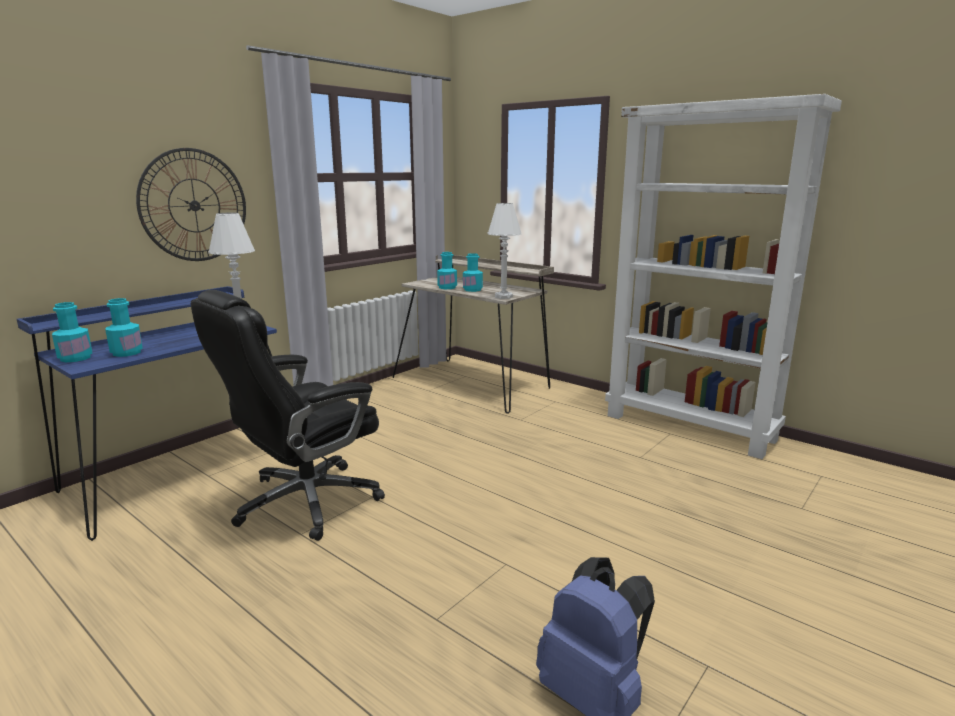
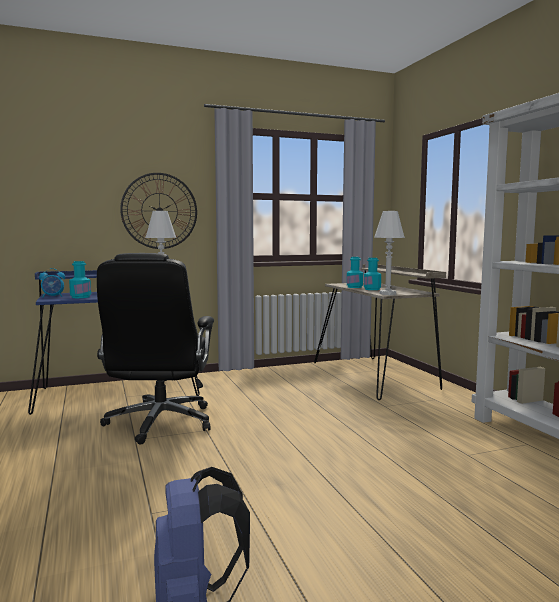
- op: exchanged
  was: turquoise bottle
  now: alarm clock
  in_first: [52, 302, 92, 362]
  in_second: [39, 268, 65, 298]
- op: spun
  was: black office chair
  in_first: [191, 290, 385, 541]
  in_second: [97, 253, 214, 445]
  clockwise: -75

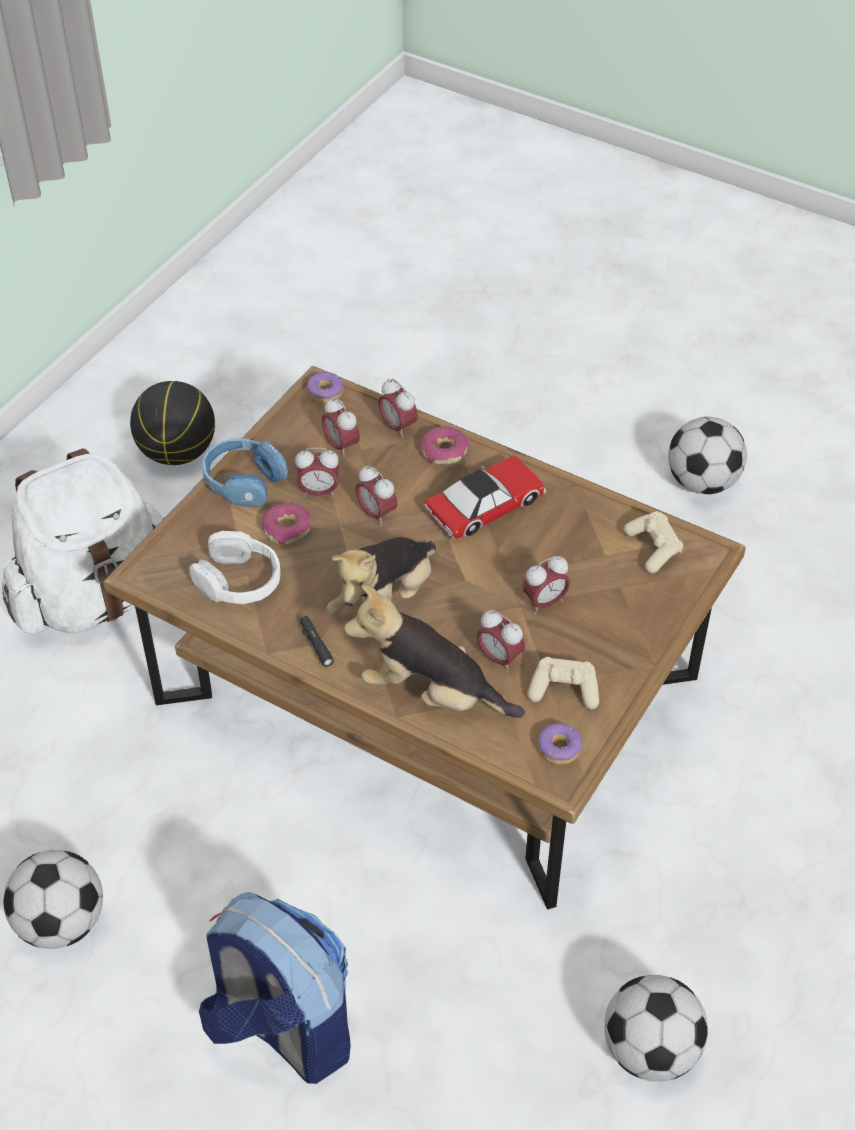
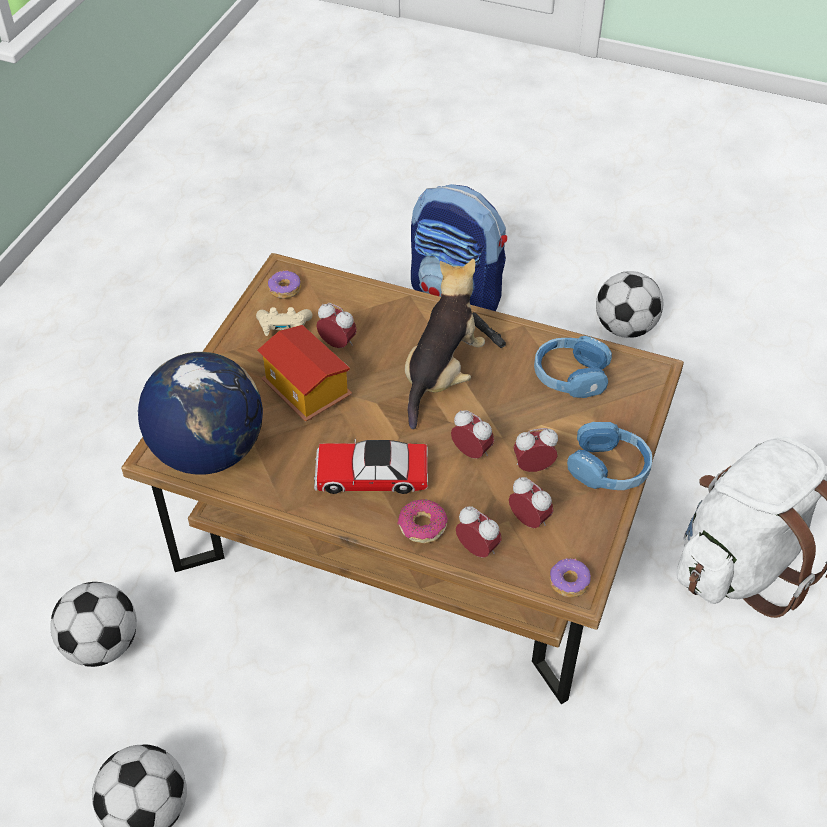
- op: missing
  was: basketball
  in_first: [130, 381, 215, 465]
- op: missing
  was: donut
  in_first: [262, 503, 312, 545]
- op: missing
  was: plush toy
  in_first: [344, 585, 525, 718]
- op: relocated
  was: football
  in_first: [604, 975, 708, 1082]
  in_second: [50, 582, 137, 667]
- op: exchanged
  was: alarm clock
  now: toy house
  in_first: [522, 556, 570, 614]
  in_second: [257, 325, 352, 422]
- op: exchanged
  was: beige game controller
  now: globe
  in_first: [624, 512, 683, 573]
  in_second: [138, 352, 263, 475]
- op: colour
  was: white headphones
  now: blue headphones
  in_first: [189, 531, 280, 604]
  in_second: [534, 336, 612, 398]
- op: spun
  was: toy car
  in_first: [423, 455, 546, 539]
  in_second: [314, 439, 428, 494]
  clockwise: 45

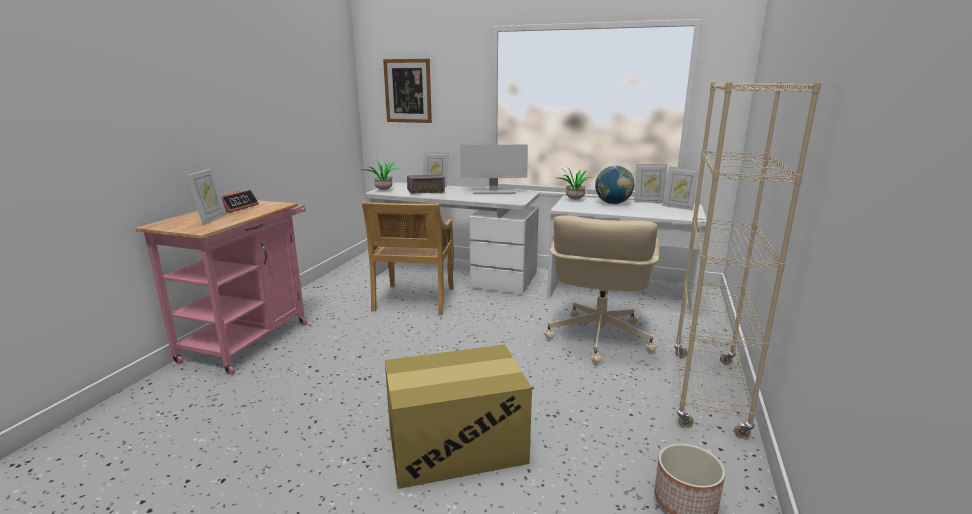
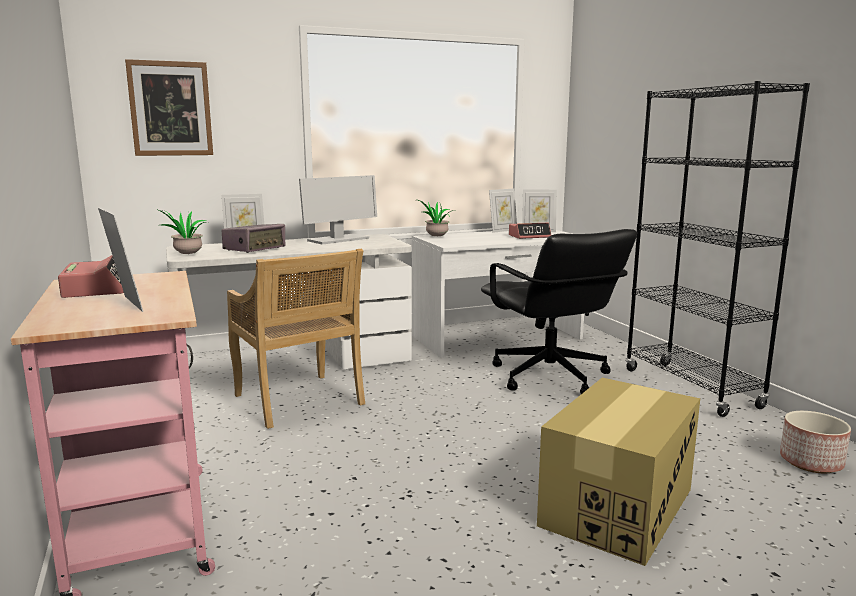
- op: missing
  was: globe
  in_first: [595, 166, 634, 204]
- op: appeared
  now: alarm clock
  in_second: [509, 223, 551, 239]
- op: colour
  was: beige office chair
  now: black office chair
  in_first: [545, 215, 660, 364]
  in_second: [481, 229, 637, 394]
- op: colour
  was: beige bookcase
  now: black bookcase
  in_first: [674, 82, 821, 438]
  in_second: [625, 81, 810, 417]

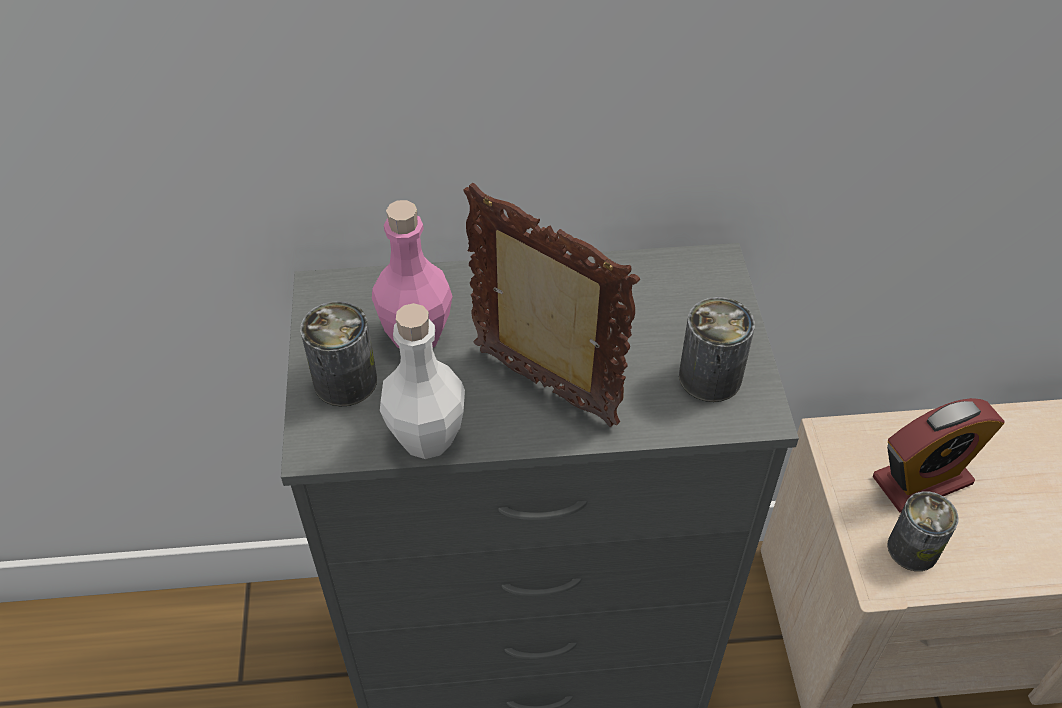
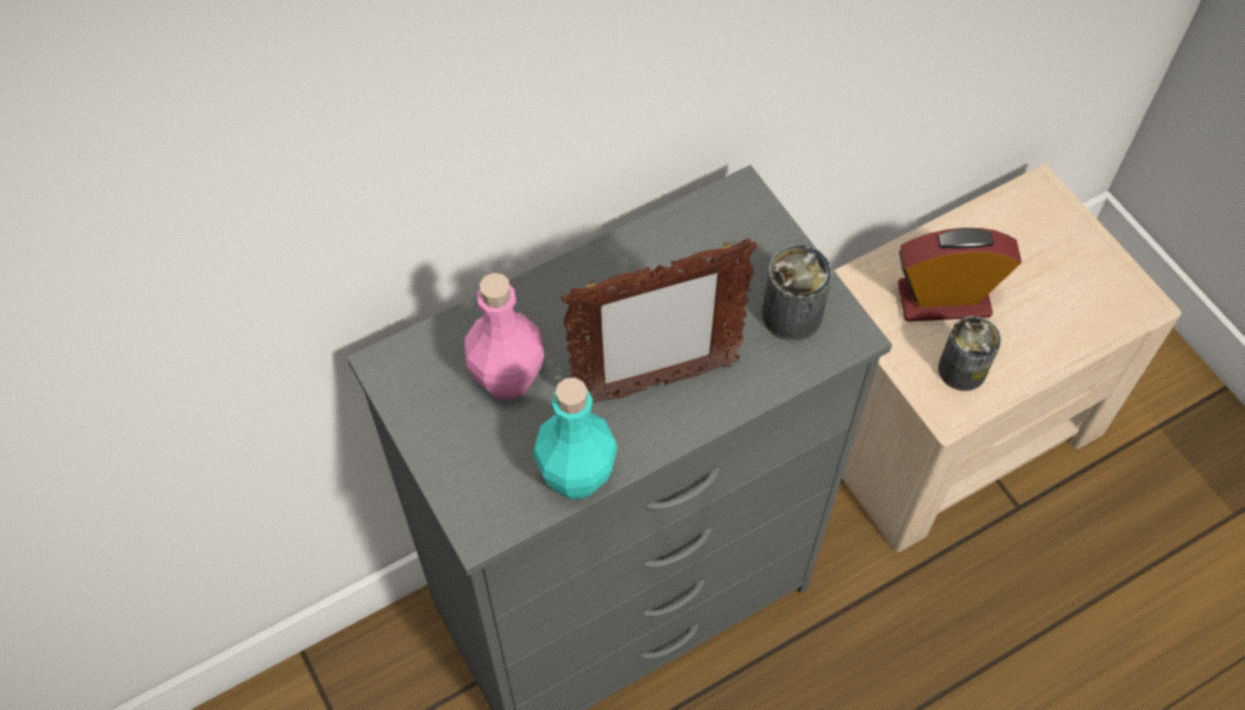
- op: missing
  was: can
  in_first: [300, 301, 377, 407]
- op: colour
  was: white bottle
  now: turquoise bottle
  in_first: [380, 303, 465, 459]
  in_second: [533, 378, 618, 500]
- op: spun
  was: picture frame
  in_first: [463, 183, 640, 427]
  in_second: [561, 238, 757, 403]
  clockwise: 150
- op: spun
  was: alarm clock
  in_first: [873, 398, 1005, 513]
  in_second: [898, 228, 1022, 322]
  clockwise: -135

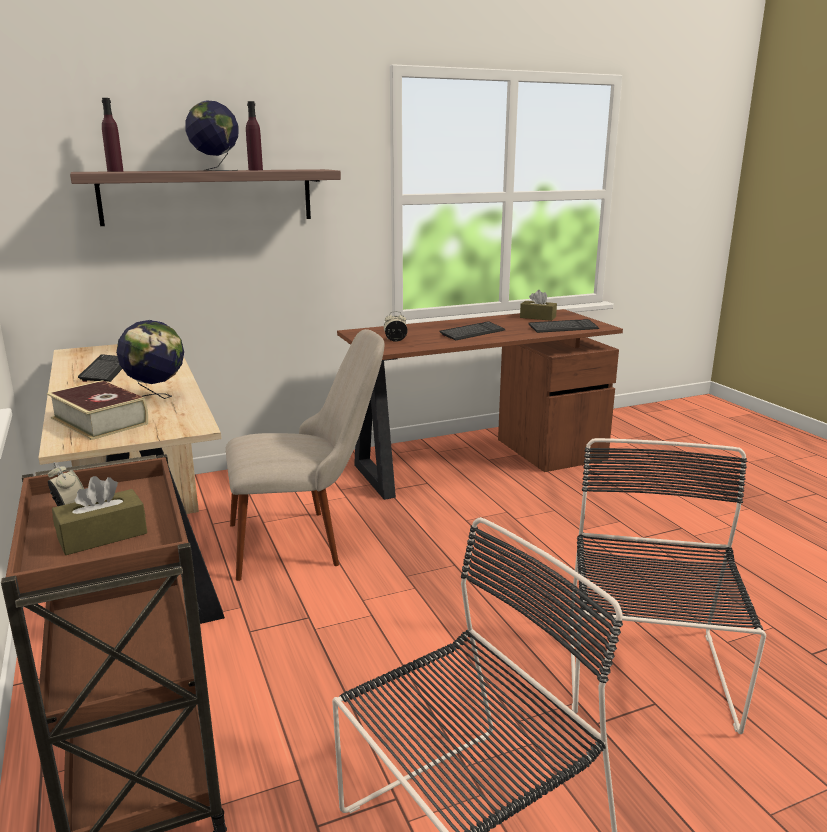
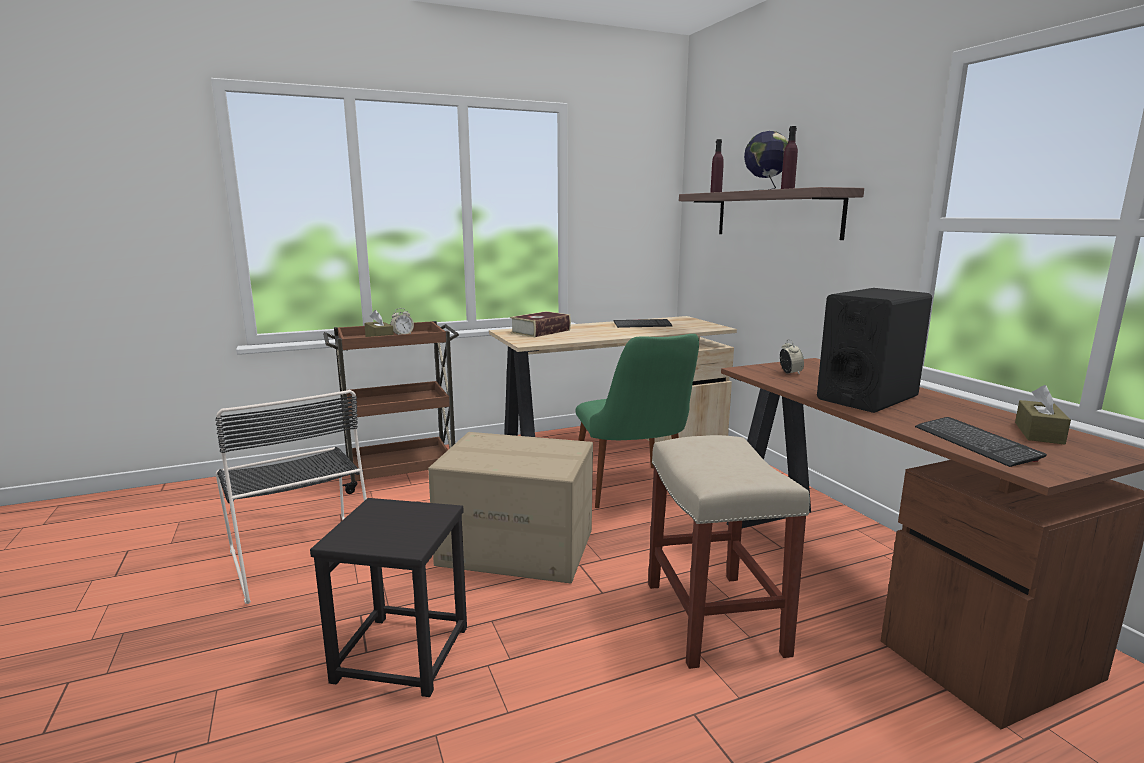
- op: missing
  was: globe
  in_first: [116, 320, 184, 399]
- op: appeared
  now: cardboard box
  in_second: [428, 432, 593, 583]
- op: appeared
  now: beige stool
  in_second: [648, 435, 810, 669]
- op: exchanged
  was: keyboard
  now: black speaker
  in_first: [439, 321, 505, 340]
  in_second: [817, 288, 932, 413]
- op: exchanged
  was: black chair
  now: black stool
  in_first: [569, 438, 766, 734]
  in_second: [310, 498, 467, 697]
- op: colour
  was: beige chair
  now: green chair
  in_first: [226, 329, 384, 581]
  in_second: [575, 334, 699, 508]

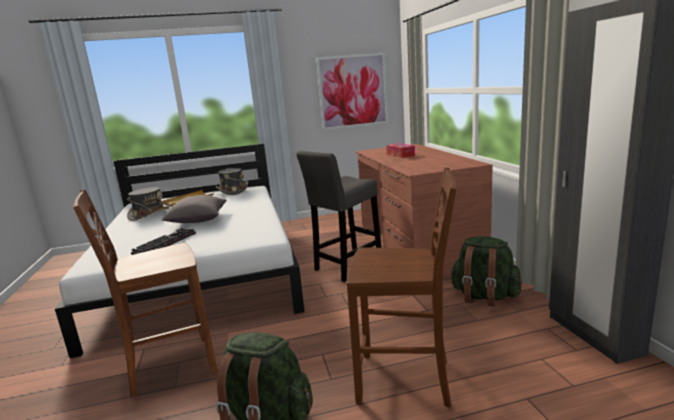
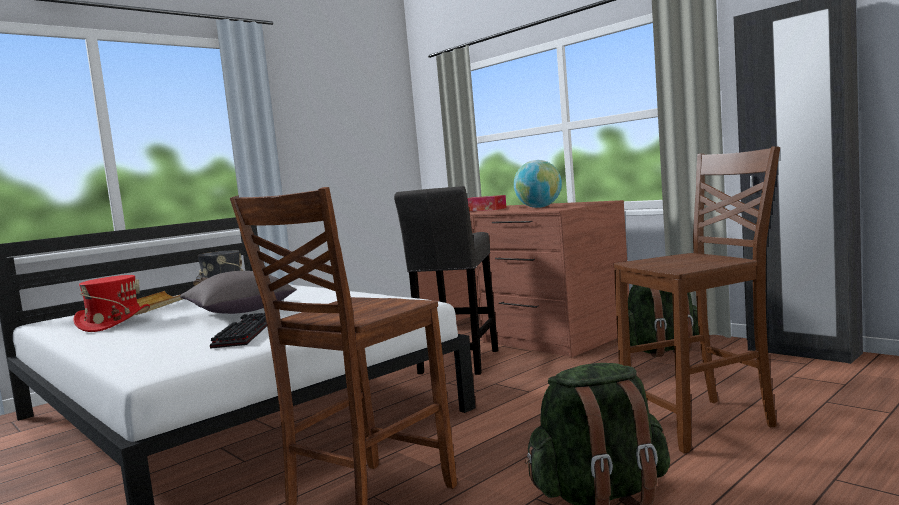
- op: missing
  was: picture
  in_first: [316, 53, 388, 131]
- op: appeared
  now: globe
  in_second: [514, 160, 562, 208]
- op: colour
  was: grey hat
  now: red hat
  in_first: [127, 187, 170, 221]
  in_second: [74, 275, 150, 332]

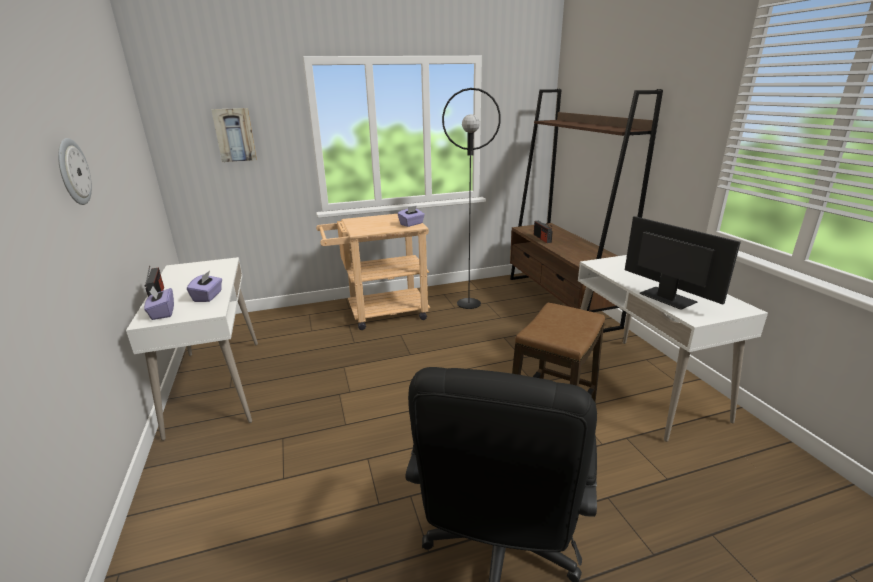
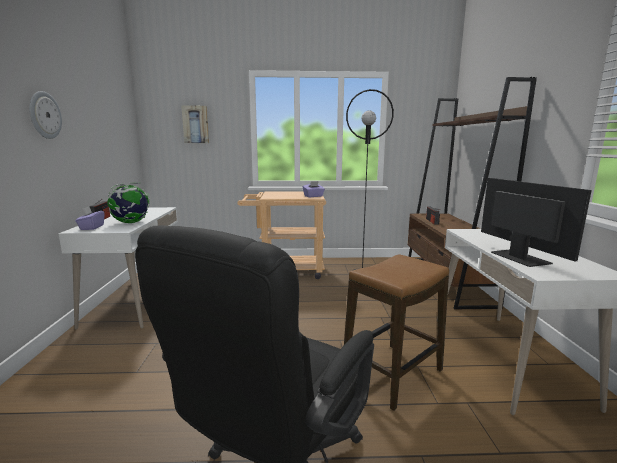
- op: exchanged
  was: purple tissue box
  now: globe
  in_first: [187, 271, 222, 302]
  in_second: [107, 182, 150, 223]

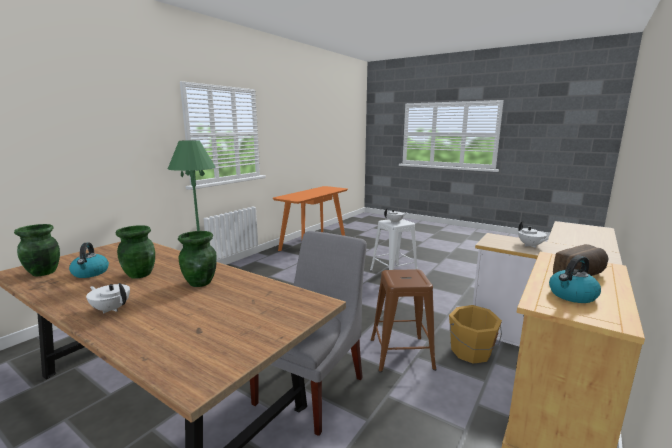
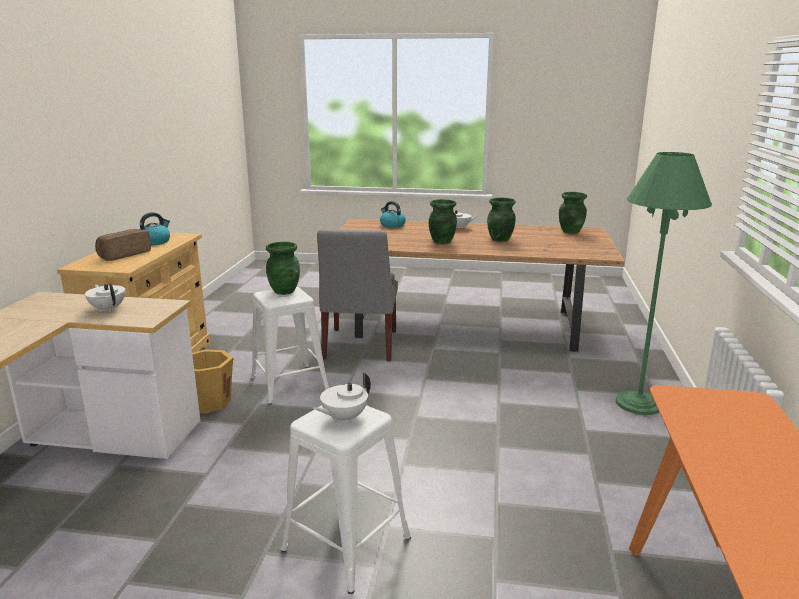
- op: appeared
  now: green vase
  in_second: [266, 242, 300, 295]
- op: relocated
  was: kettle
  in_first: [69, 242, 109, 278]
  in_second: [380, 201, 406, 228]
- op: colour
  was: brown stool
  now: white stool
  in_first: [371, 269, 437, 373]
  in_second: [251, 287, 329, 405]

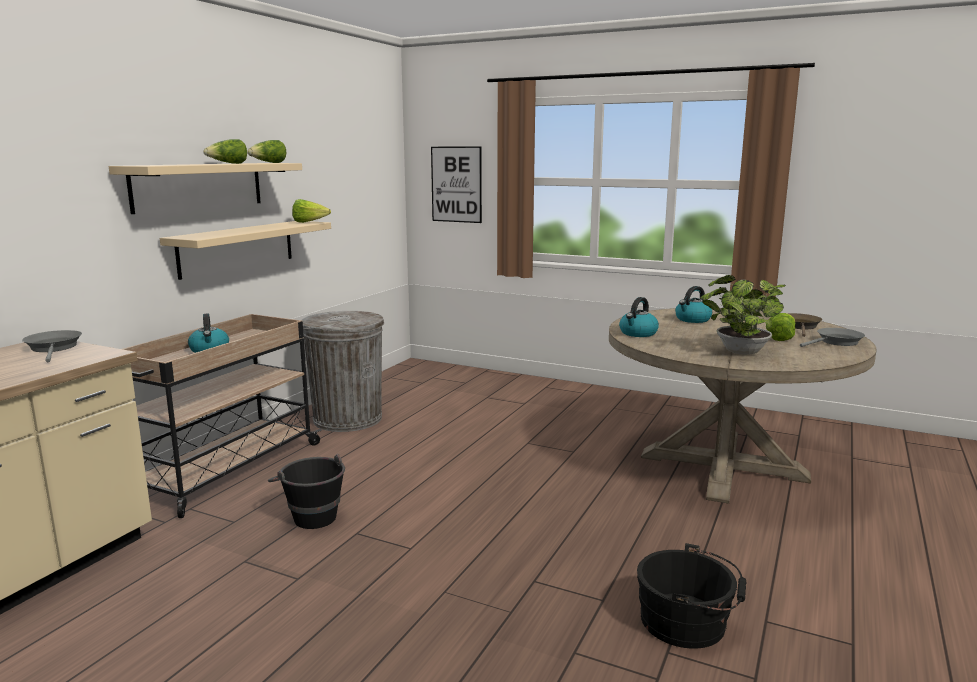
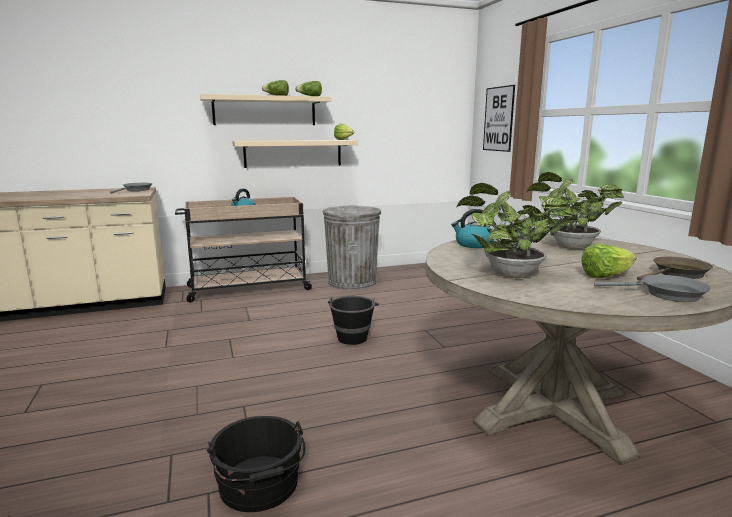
- op: relocated
  was: black bucket
  in_first: [268, 454, 345, 529]
  in_second: [328, 296, 379, 345]
- op: exchanged
  was: kettle
  now: potted plant
  in_first: [675, 286, 712, 323]
  in_second: [527, 172, 624, 249]

